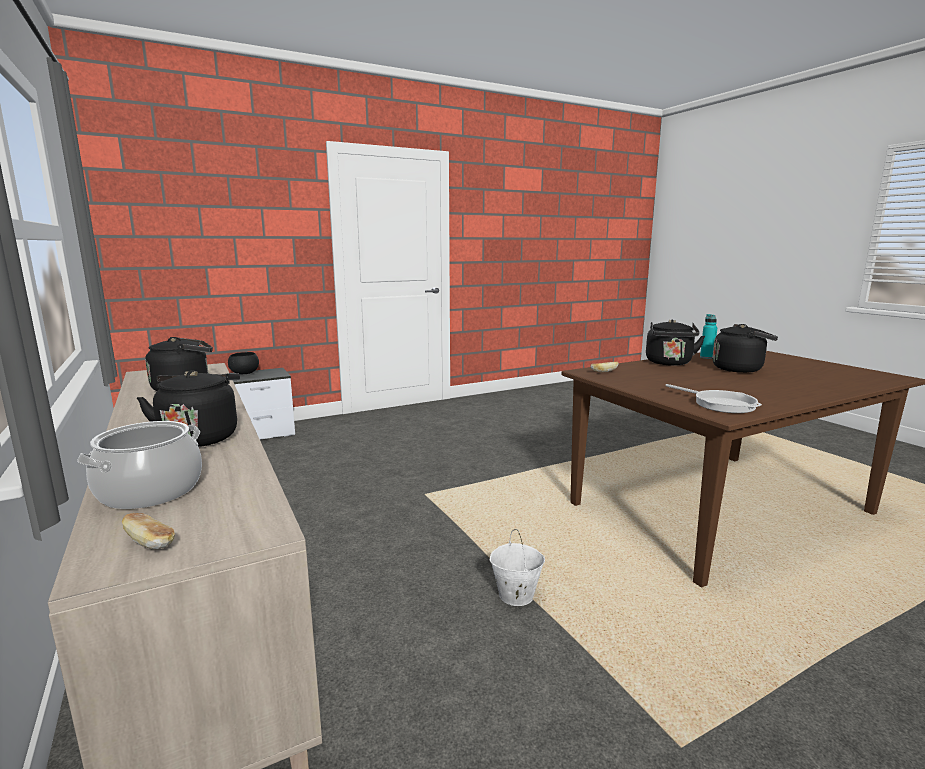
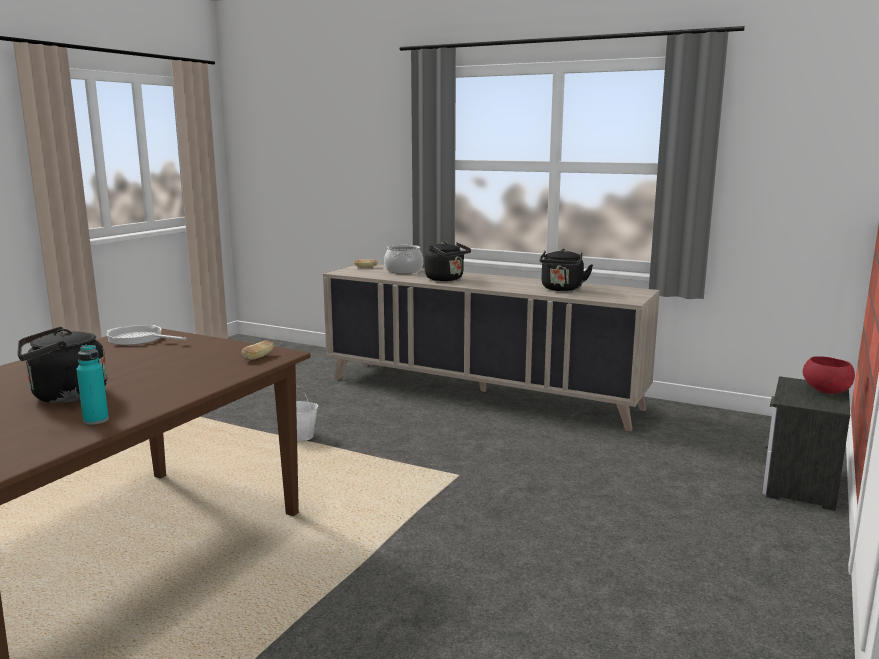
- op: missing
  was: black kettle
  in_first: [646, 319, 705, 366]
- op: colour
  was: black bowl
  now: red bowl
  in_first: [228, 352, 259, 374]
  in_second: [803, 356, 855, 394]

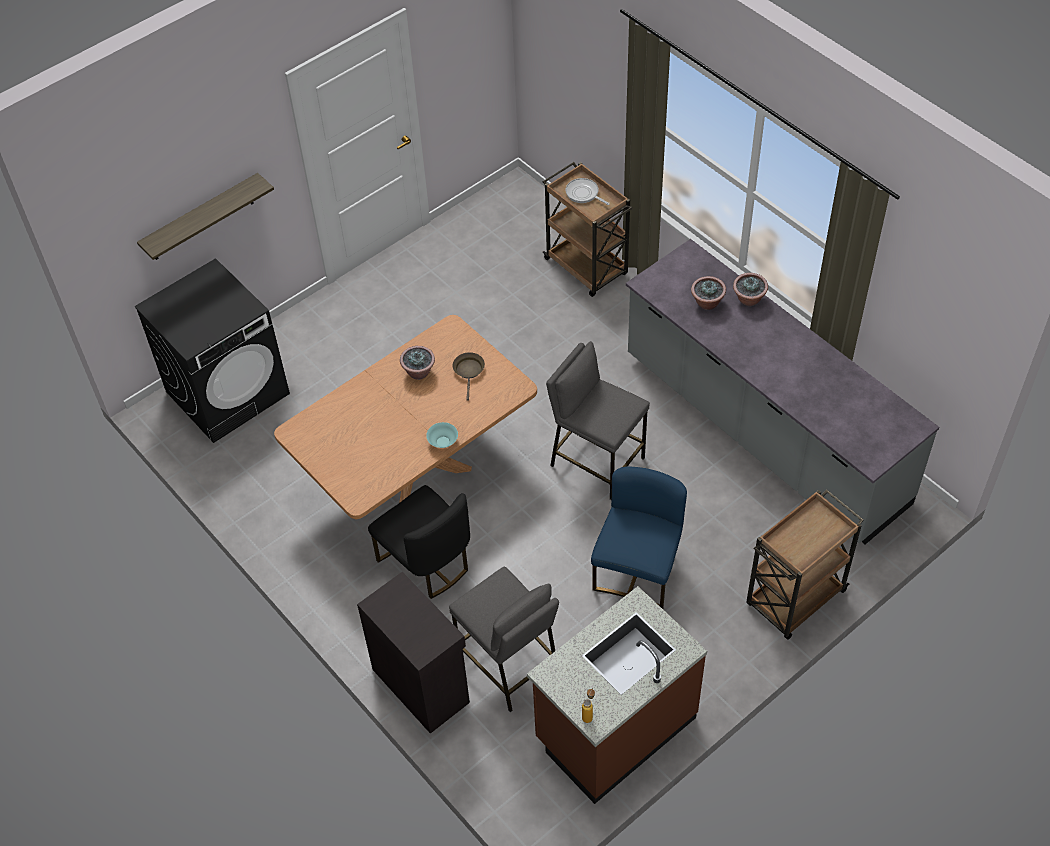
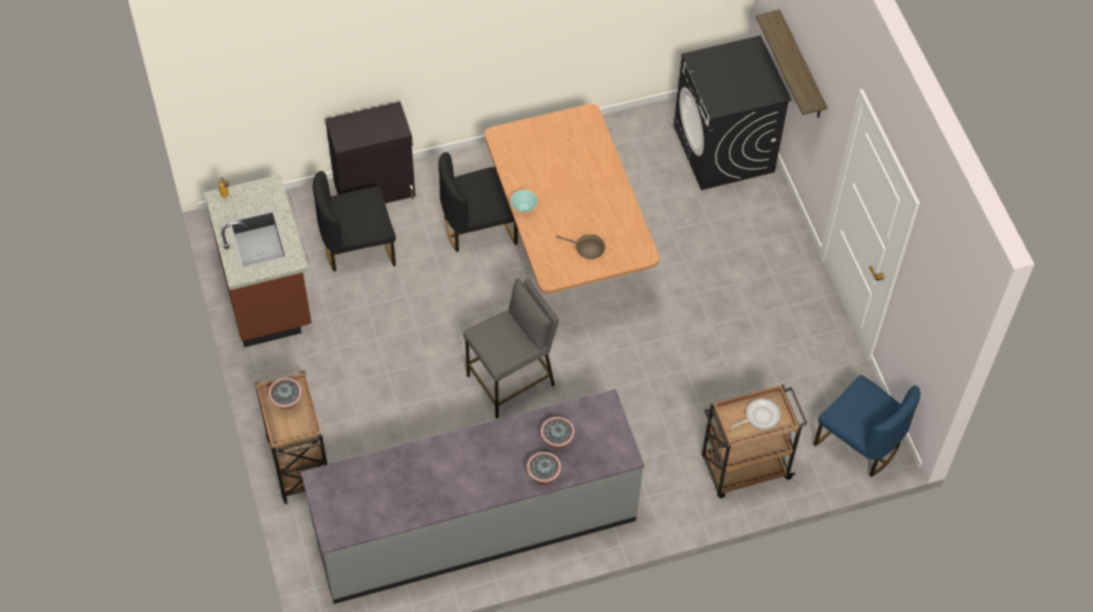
- op: relocated
  was: potted plant
  in_first: [400, 346, 435, 380]
  in_second: [268, 377, 302, 410]
- op: relocated
  was: blue chair
  in_first: [591, 466, 687, 609]
  in_second: [813, 375, 920, 477]
- op: exchanged
  was: grey stool
  now: black chair
  in_first: [449, 567, 559, 712]
  in_second: [313, 171, 396, 272]

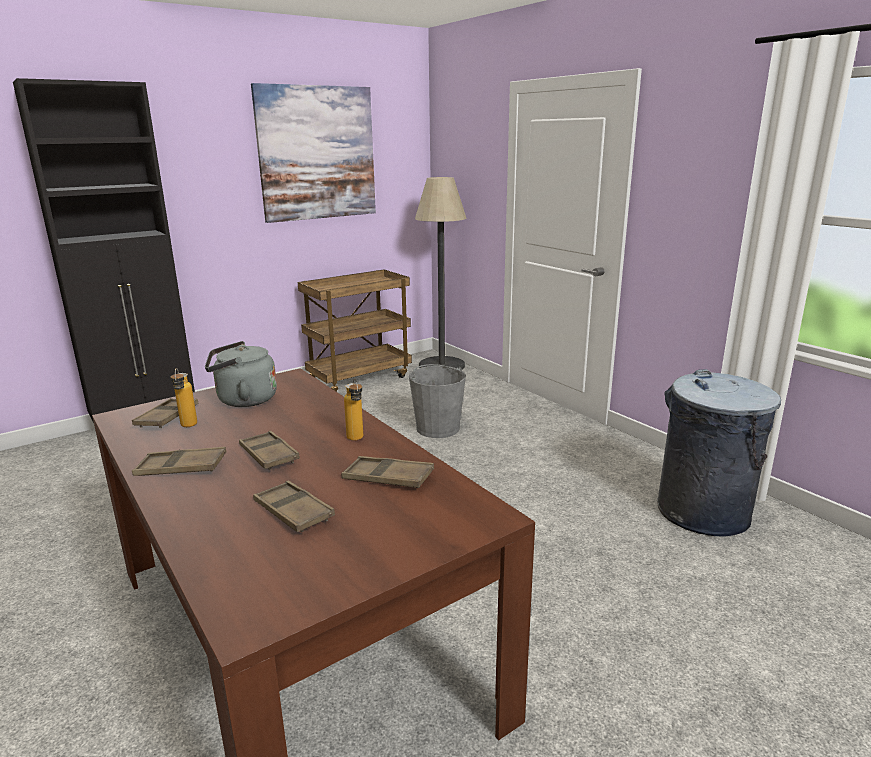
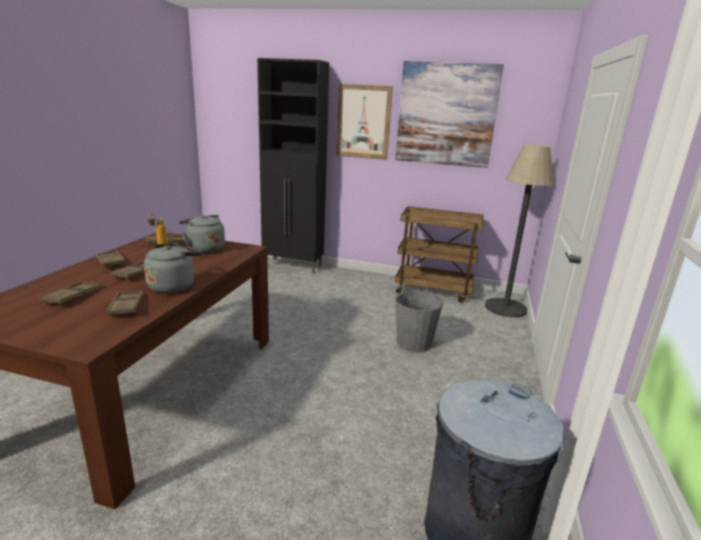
- op: appeared
  now: picture
  in_second: [336, 84, 393, 160]
- op: exchanged
  was: bottle
  now: grey kettle
  in_first: [344, 378, 363, 441]
  in_second: [144, 244, 202, 293]

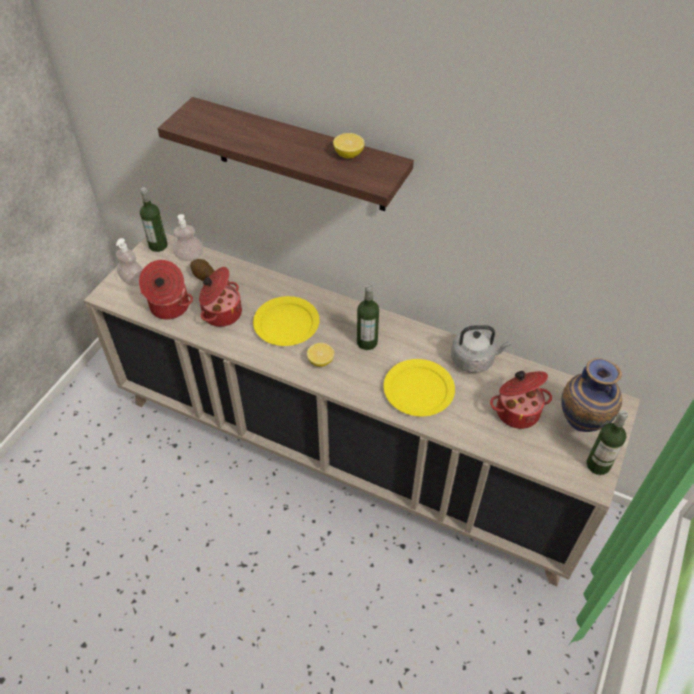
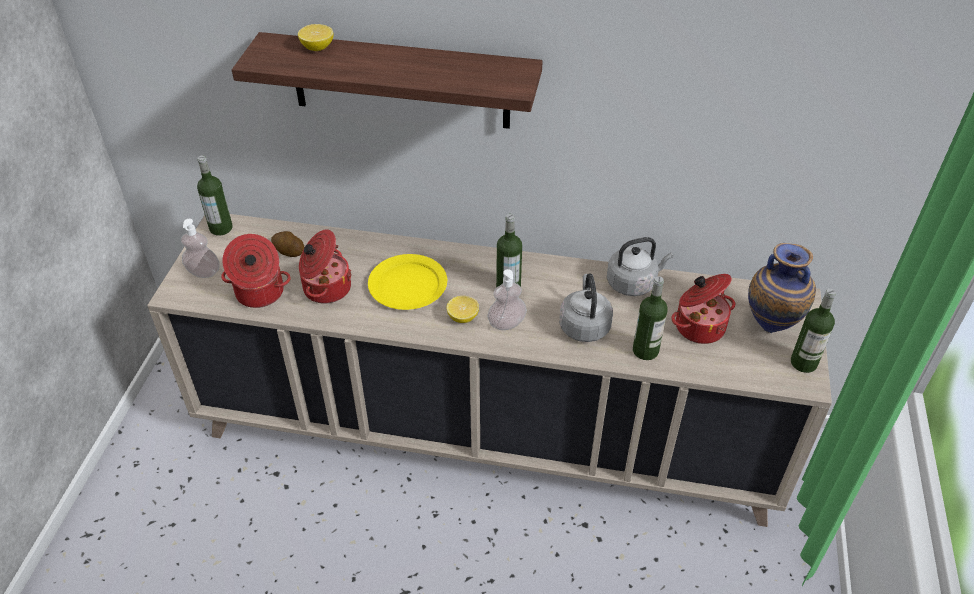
- op: appeared
  now: bottle
  in_second: [633, 276, 668, 360]
- op: relocated
  was: soap dispenser
  in_first: [173, 214, 203, 261]
  in_second: [487, 269, 527, 330]
- op: relocated
  was: lemon
  in_first: [333, 133, 364, 159]
  in_second: [298, 24, 334, 51]
- op: exchanged
  was: yellow plate
  now: grey kettle
  in_first: [384, 359, 455, 416]
  in_second: [559, 273, 613, 342]

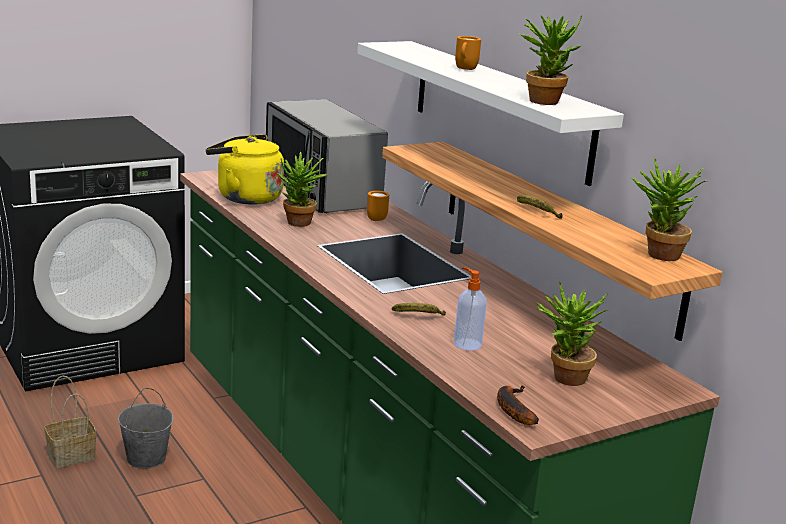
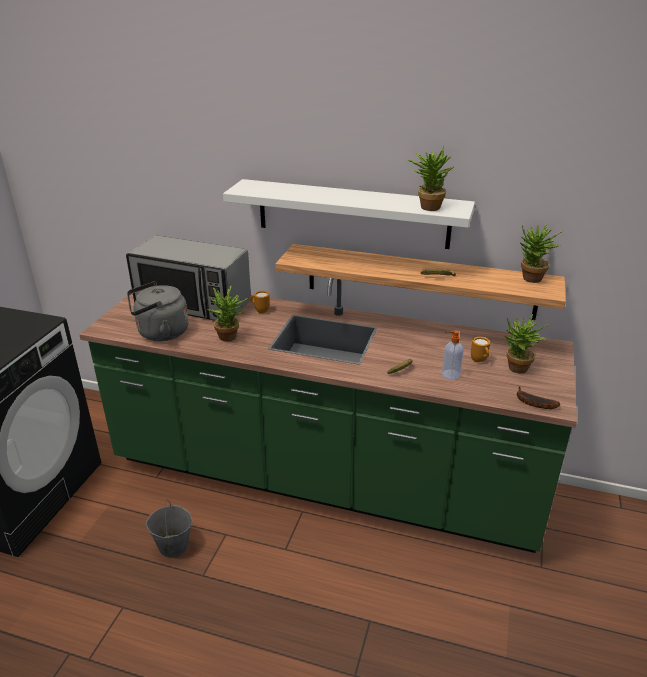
- op: missing
  was: basket
  in_first: [44, 375, 96, 468]
- op: relocated
  was: orange mug
  in_first: [455, 36, 481, 70]
  in_second: [471, 337, 490, 362]
- op: colour
  was: yellow kettle
  now: grey kettle
  in_first: [206, 134, 284, 205]
  in_second: [127, 281, 189, 341]

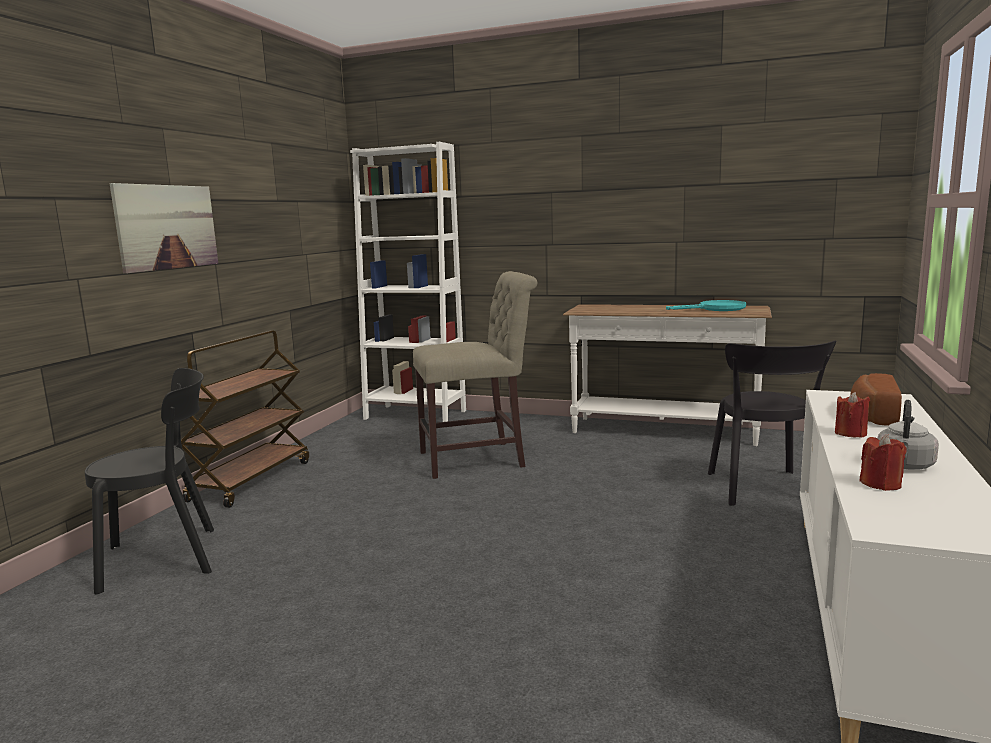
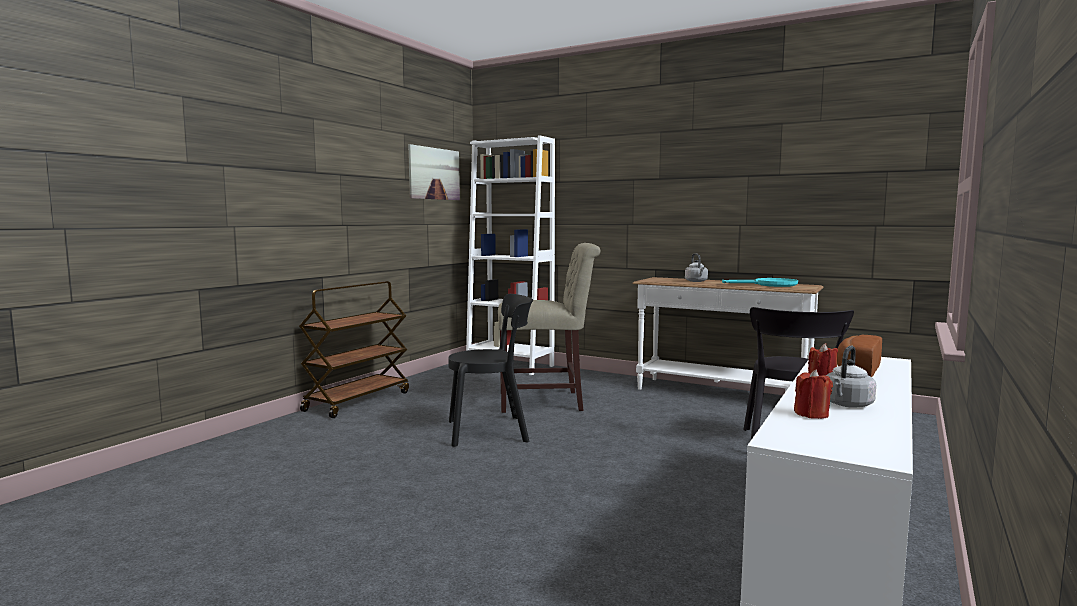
- op: appeared
  now: grey kettle
  in_second: [685, 253, 708, 282]
- op: relocated
  was: black chair
  in_first: [85, 368, 214, 595]
  in_second: [448, 294, 533, 447]
- op: relocated
  was: picture
  in_first: [110, 183, 218, 274]
  in_second: [408, 144, 460, 200]

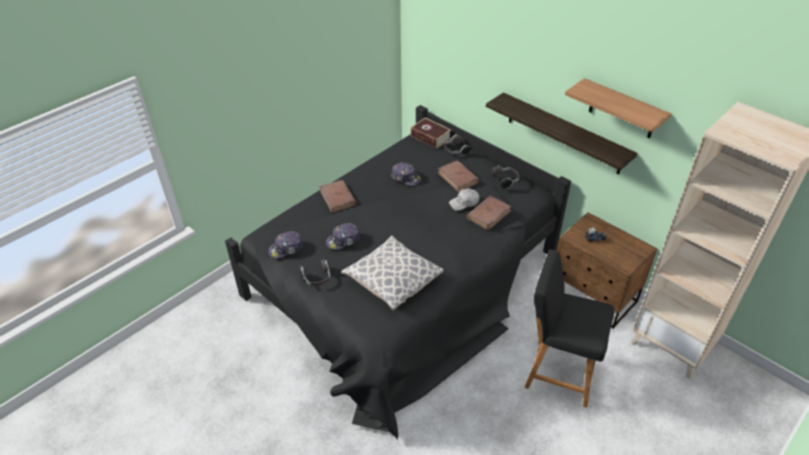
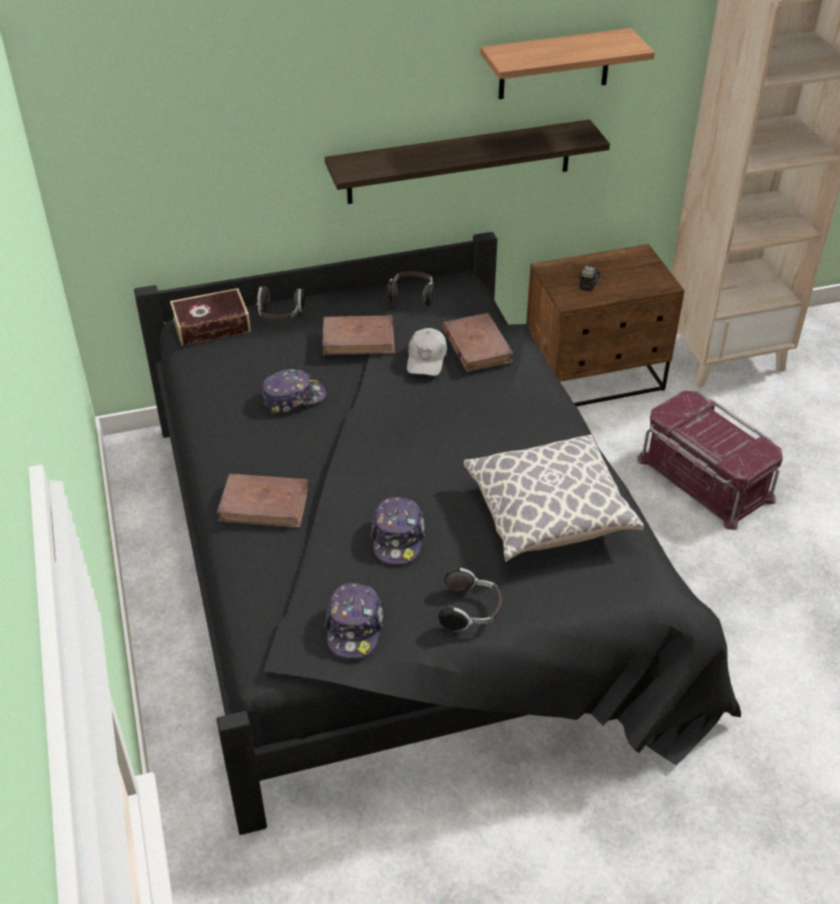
- op: exchanged
  was: black stool
  now: red storage box
  in_first: [525, 249, 615, 408]
  in_second: [637, 391, 783, 530]

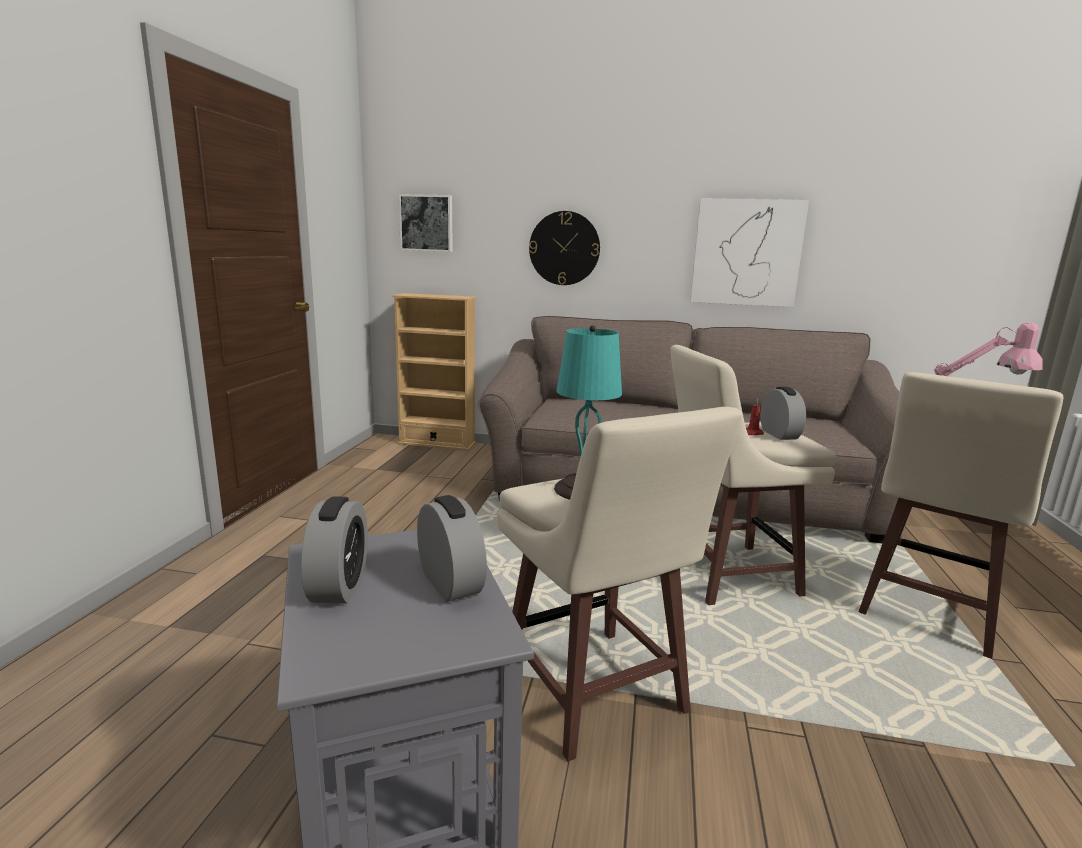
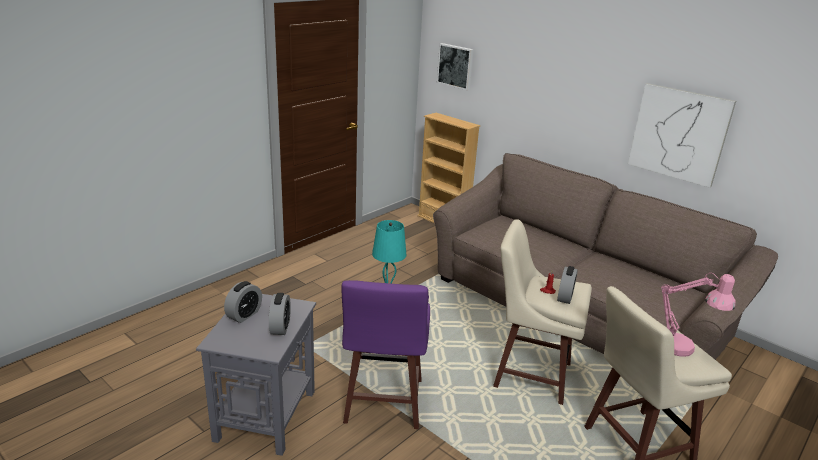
- op: missing
  was: wall clock
  in_first: [529, 211, 600, 285]
- op: colour
  was: beige stool
  now: purple stool
  in_first: [497, 407, 742, 762]
  in_second: [342, 280, 430, 429]

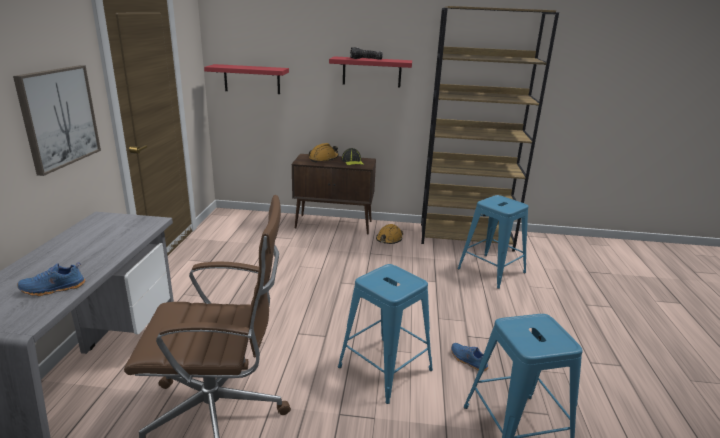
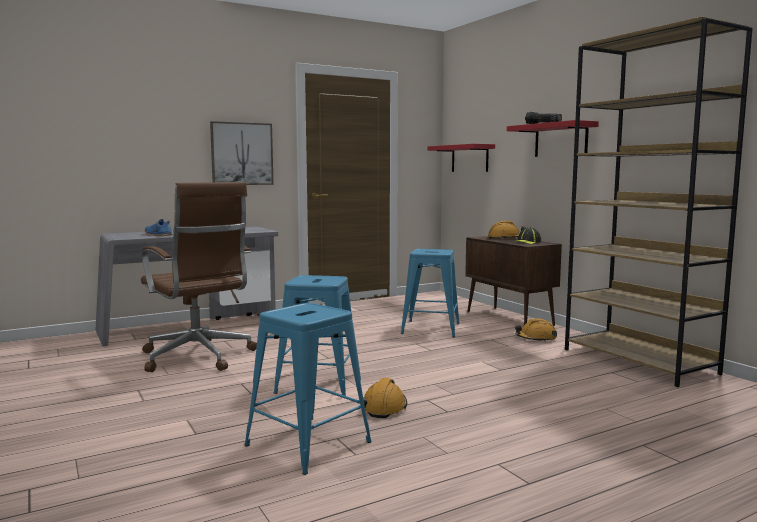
- op: relocated
  was: blue stool
  in_first: [457, 195, 529, 289]
  in_second: [401, 249, 460, 337]
- op: exchanged
  was: blue shoe
  now: orange hard hat
  in_first: [451, 343, 488, 371]
  in_second: [363, 378, 407, 418]

